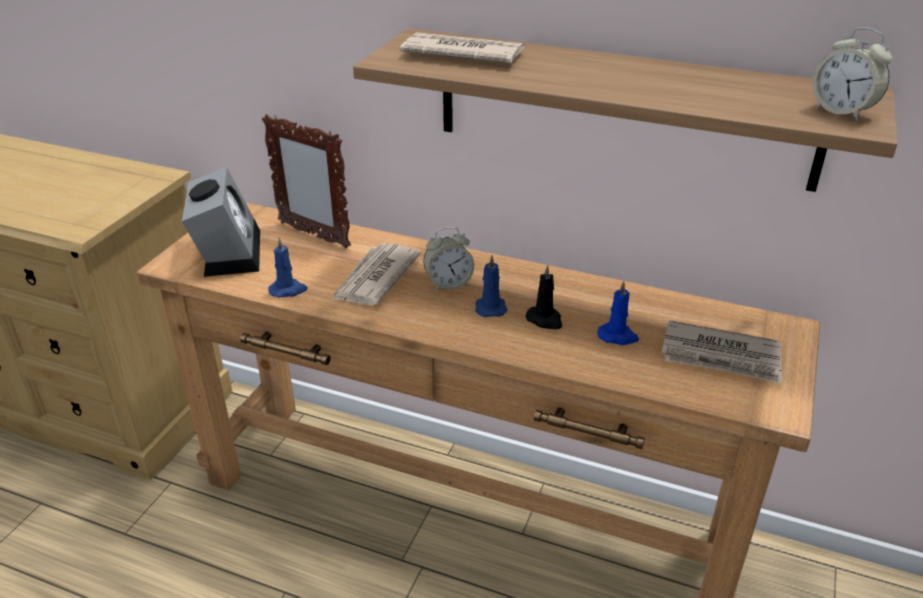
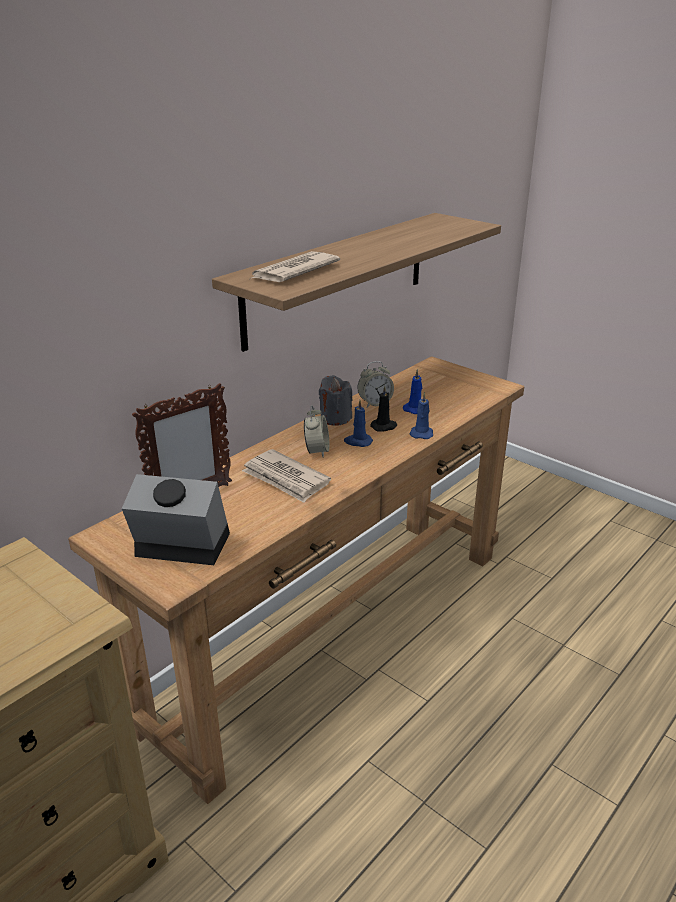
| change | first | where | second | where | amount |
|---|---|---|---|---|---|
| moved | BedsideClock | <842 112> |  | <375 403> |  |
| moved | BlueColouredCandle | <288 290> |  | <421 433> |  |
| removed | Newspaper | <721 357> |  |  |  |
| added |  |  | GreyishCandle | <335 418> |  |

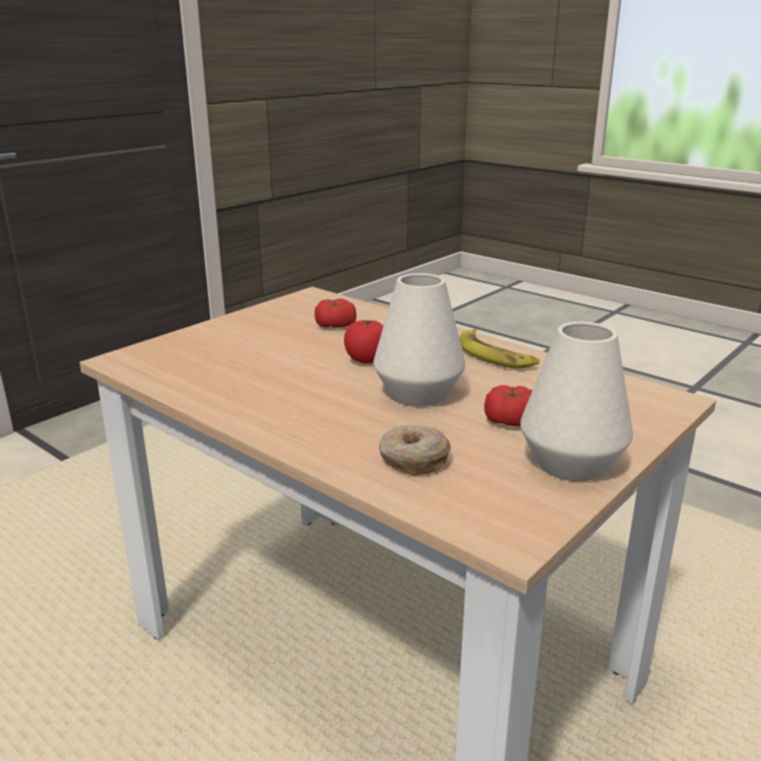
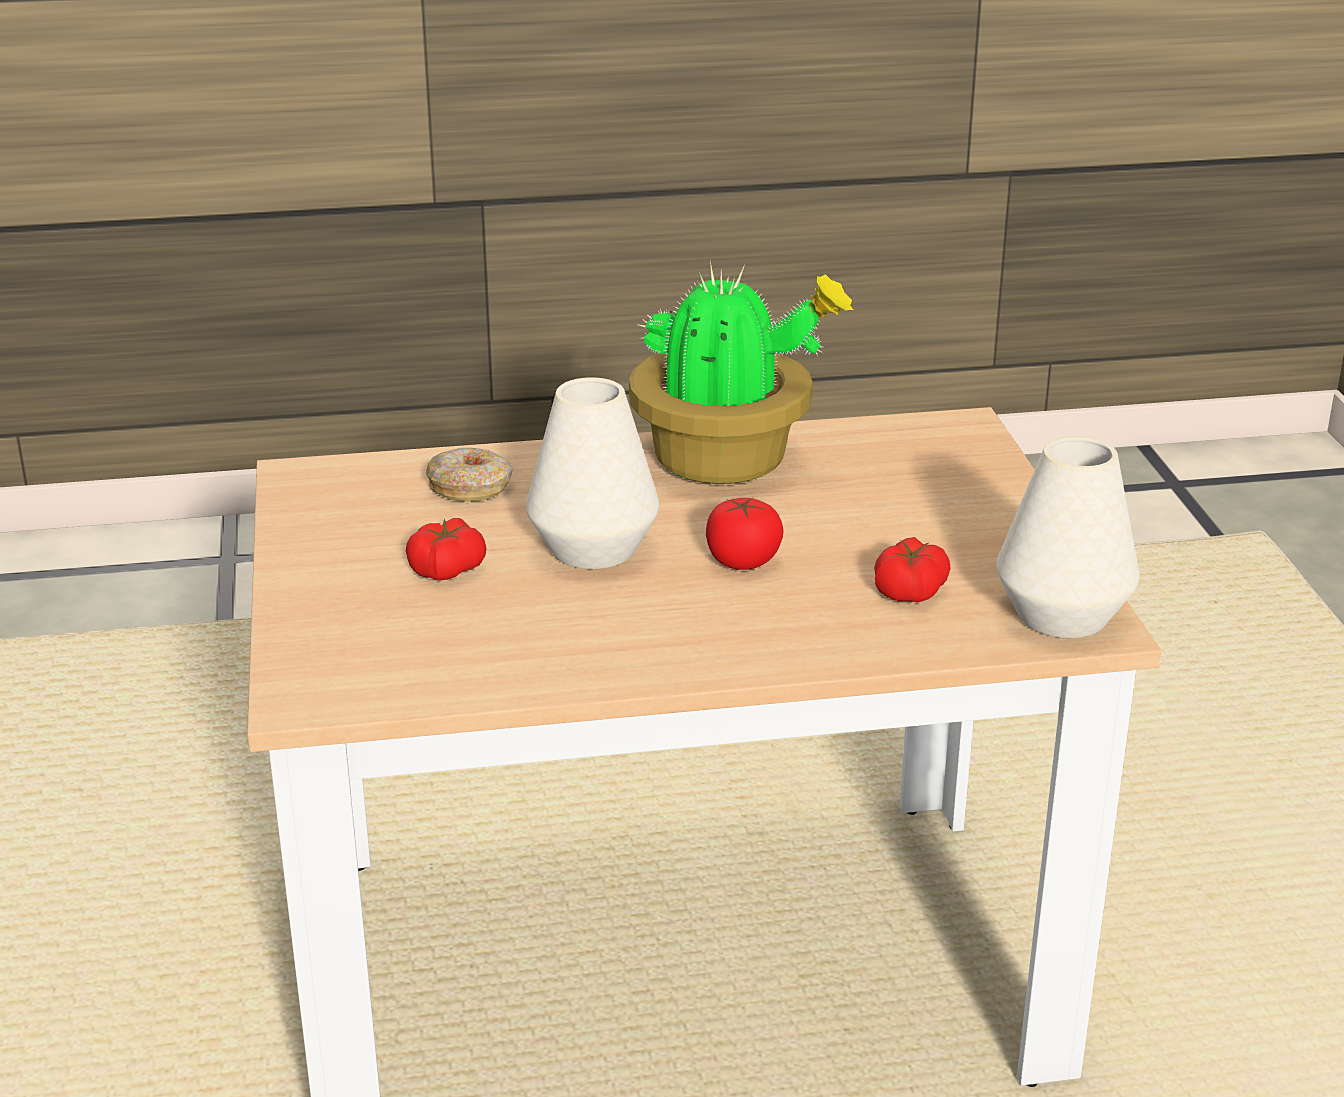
| change | first | where | second | where | amount |
|---|---|---|---|---|---|
| moved | WhitishVase | <571 464> |  | <1061 615> |  |
| removed | WholeBanana | <494 355> |  |  |  |
| added |  |  | PottedPlant | <727 461> |  |

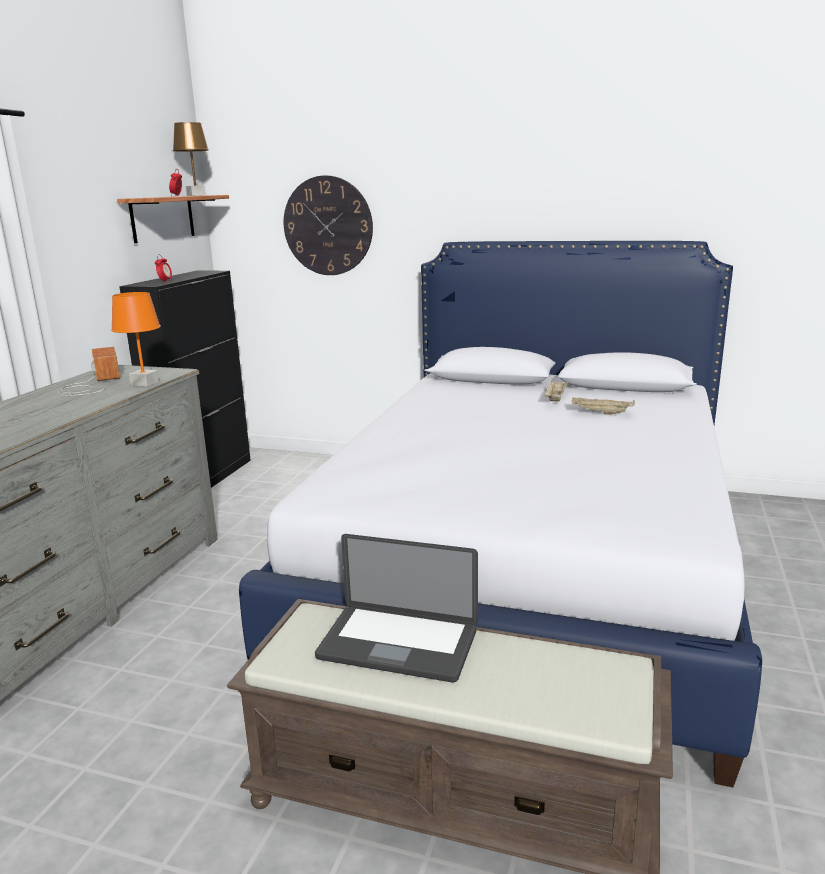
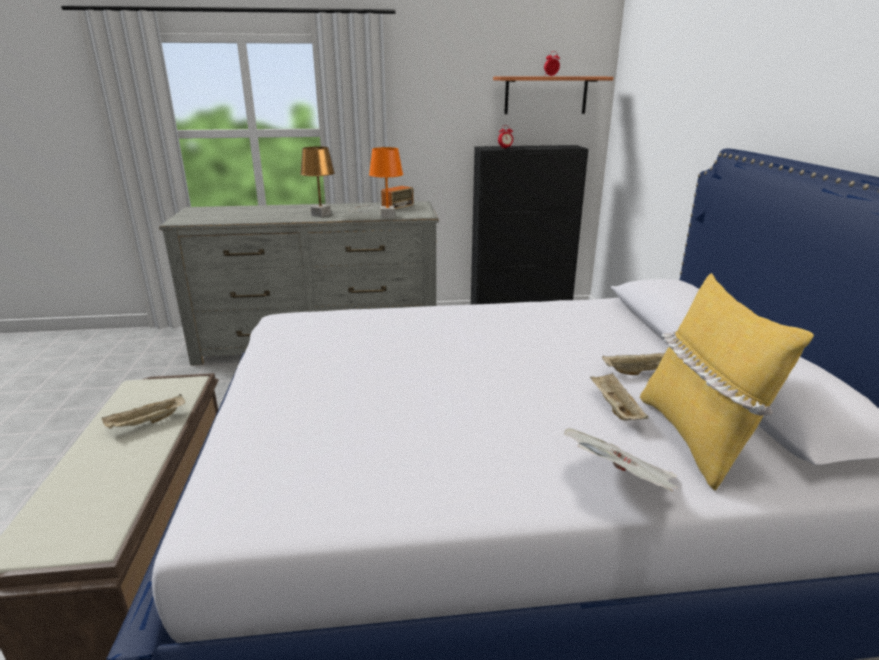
| change | first | where | second | where | amount |
|---|---|---|---|---|---|
| moved | BrownTabletopLamp | <196 195> |  | <321 214> |  |
| removed | ClockOnTheWall | <328 226> |  |  |  |
| replaced | Laptop | <398 645> | BeigeServingTray | <147 423> |  |
| added |  |  | YellowThrowPillow | <696 437> |  |
| added |  |  | Newspaper | <621 484> |  |

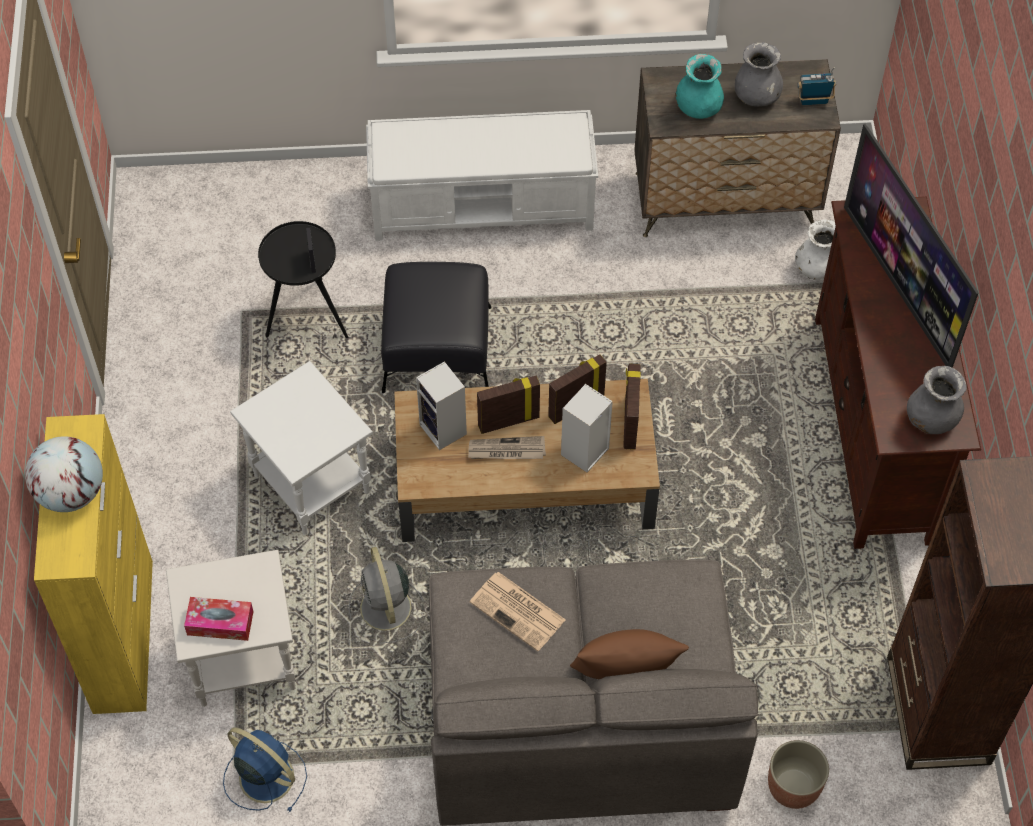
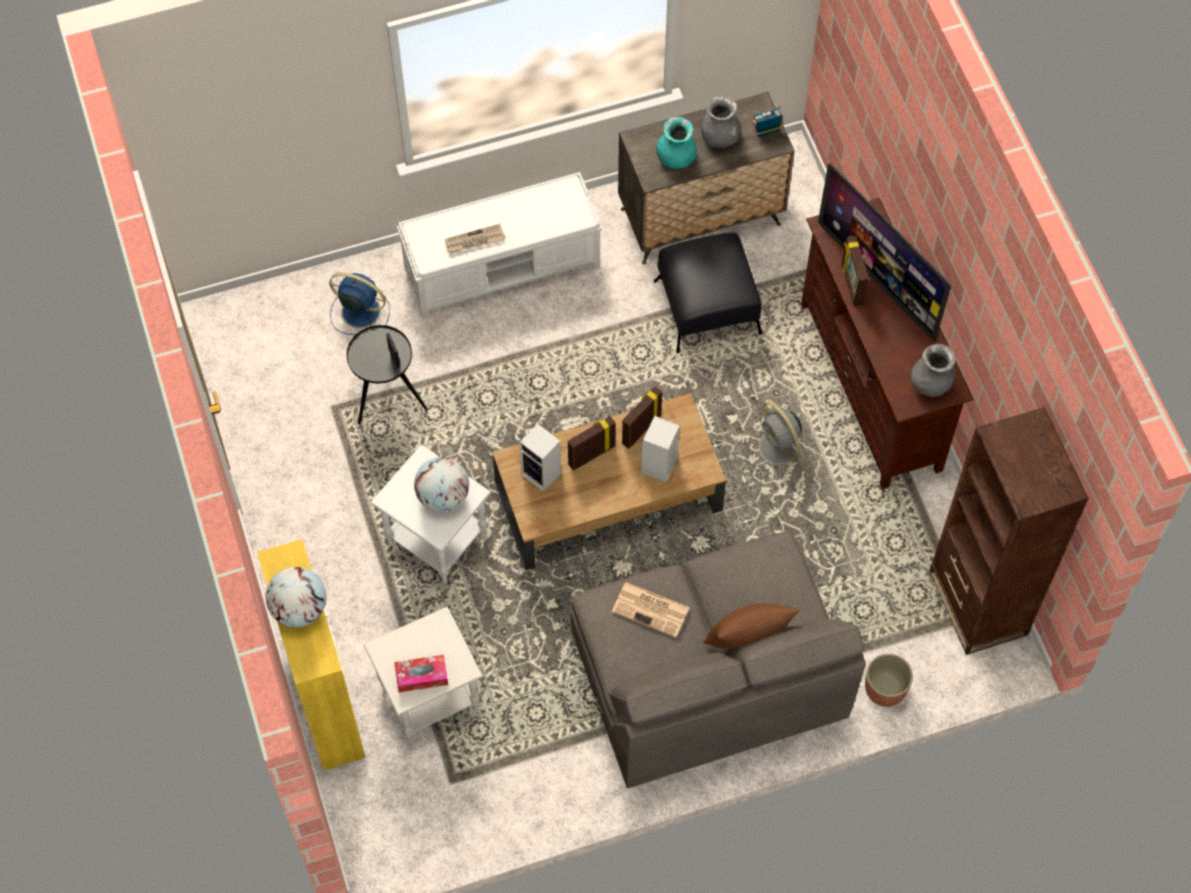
| change | first | where | second | where | amount |
|---|---|---|---|---|---|
| removed | WhitishVase | <817 269> |  |  |  |
| moved | BlackColouredOttoman | <436 350> |  | <707 308> |  |
| moved | StandingFrame | <629 423> |  | <851 285> |  |
| moved | Newspaper | <506 450> |  | <474 241> |  |
| moved | GreyishCoolingFan | <386 610> |  | <779 448> |  |
| moved | BlueColouredCoolingFan | <264 775> |  | <359 311> |  |
| added |  |  | DeskGlobe | <443 496> |  |

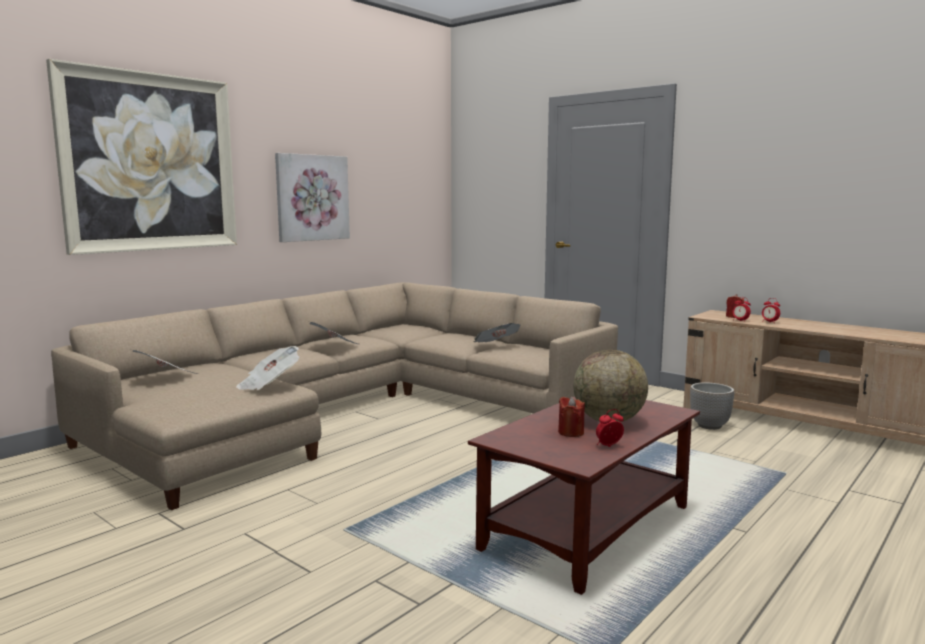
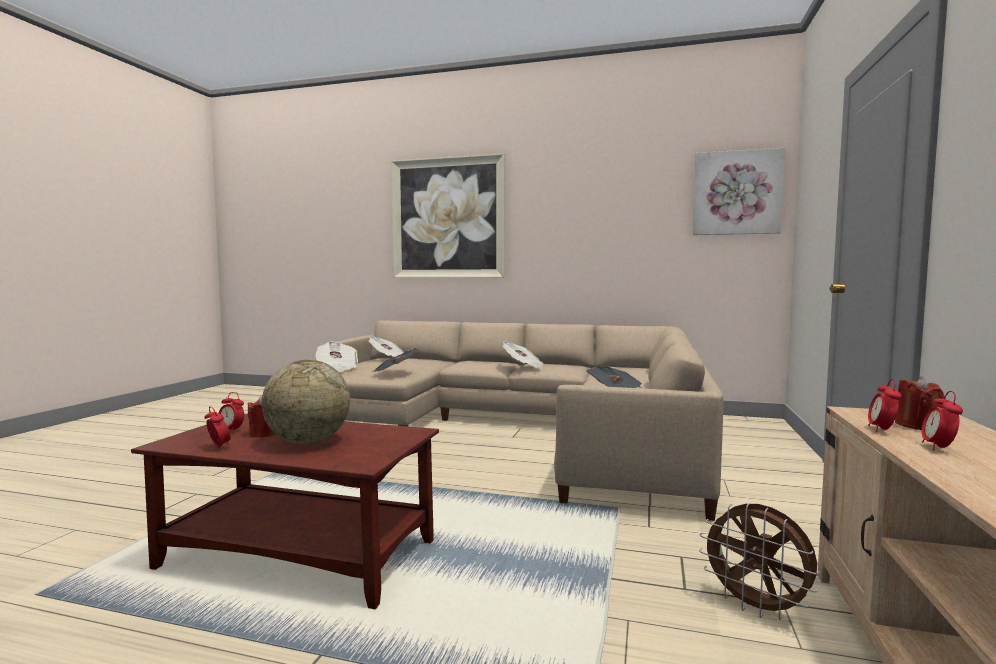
| change | first | where | second | where | amount |
|---|---|---|---|---|---|
| moved | Picture | <312 197> |  | <736 193> |  |
| replaced | Planter | <709 426> | BrownCoolingFan | <757 608> |  |
| added |  |  | Newspaper | <337 368> |  |
| added |  |  | BedsideClock | <231 430> |  |

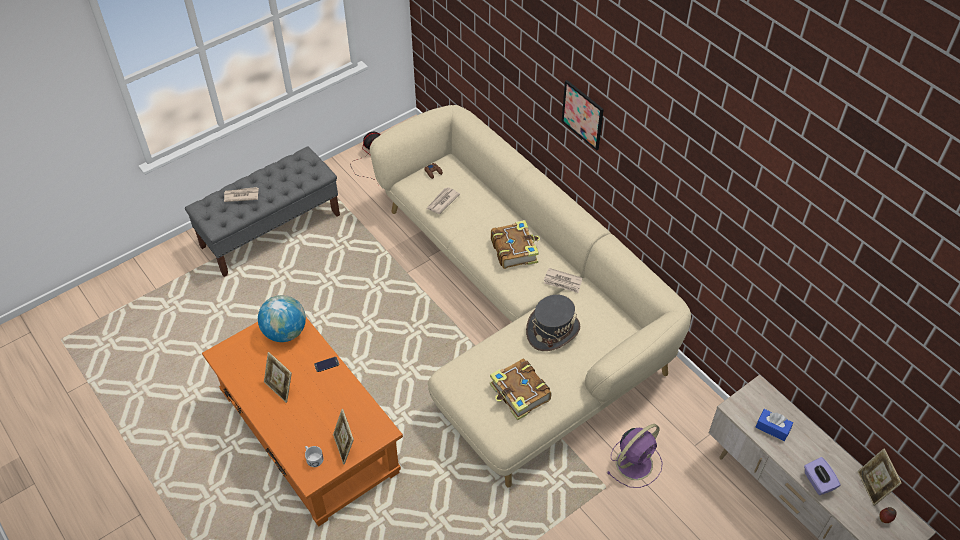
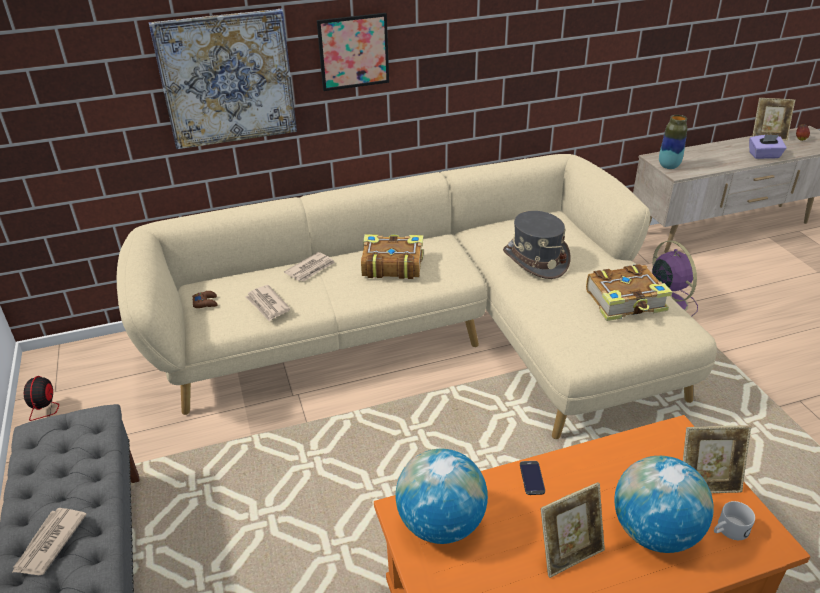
| change | first | where | second | where | amount |
|---|---|---|---|---|---|
| moved | Newspaper | <562 282> |  | <311 269> |  |
| removed | BlueColouredTissueBox | <772 428> |  |  |  |
| added |  |  | Picture | <227 79> |  |
| added |  |  | Vase | <668 166> |  |
| added |  |  | DeskGlobe | <654 532> |  |

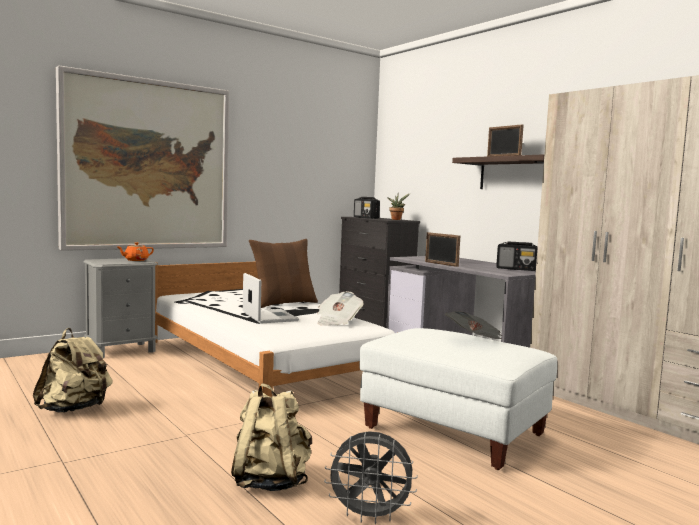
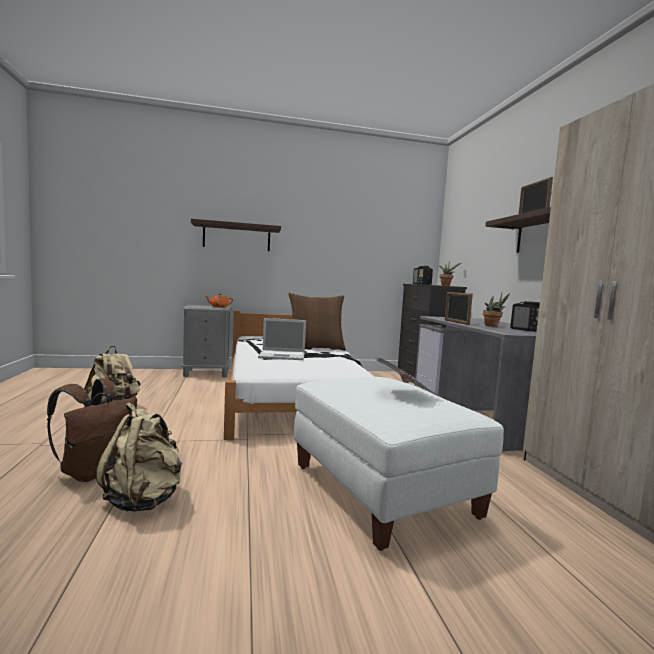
| change | first | where | second | where | amount |
|---|---|---|---|---|---|
| replaced | Picture | <147 165> | Shelf | <237 237> |  |
| turned | Laptop | <269 316> |  | <283 356> | 90 degrees clockwise |
| removed | Newspaper | <337 322> |  |  |  |
| removed | GreyishCoolingFan | <370 516> |  |  |  |
| added |  |  | PottedPlant | <493 326> |  |
| added |  |  | BrownBackpack | <93 471> |  |

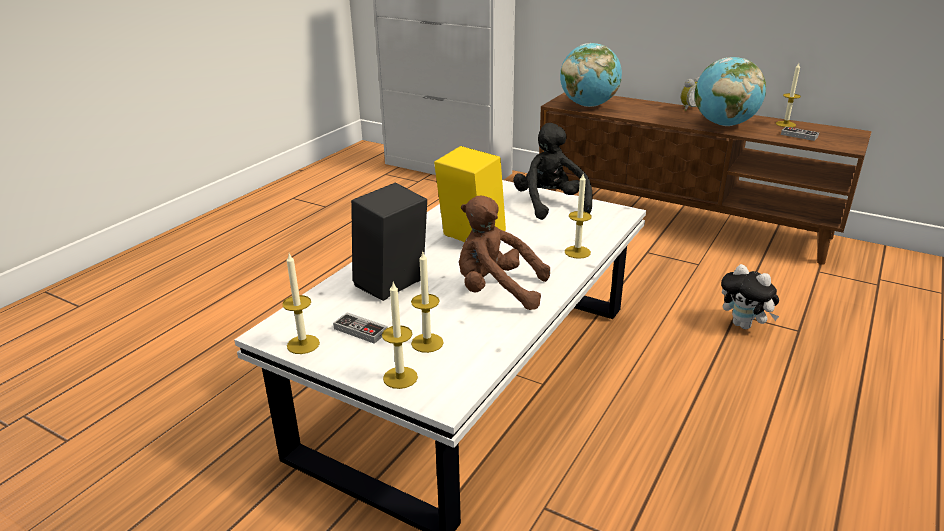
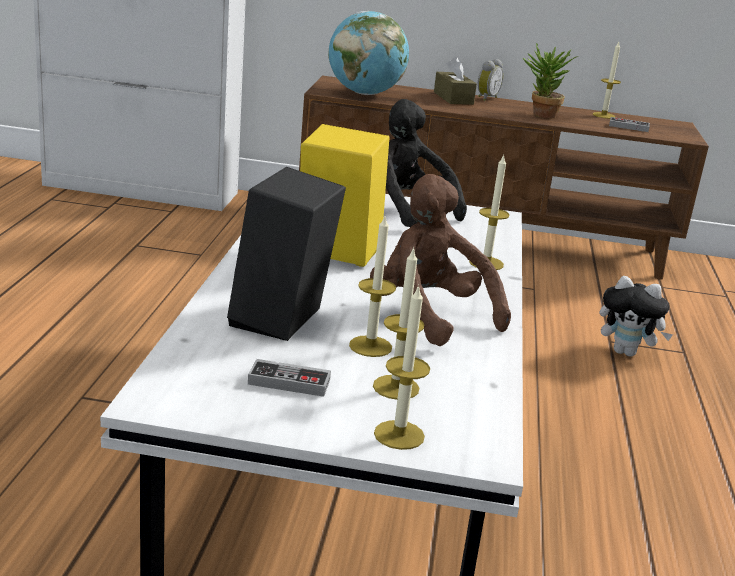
| change | first | where | second | where | amount |
|---|---|---|---|---|---|
| replaced | DeskGlobe | <724 124> | PottedPlant | <540 115> |  |
| turned | BrownPlushToy | <496 291> |  | <429 315> | 60 degrees clockwise |
| moved | Candle | <303 344> |  | <370 346> |  |
| added |  |  | BrownTissueBox | <453 98> |  |

